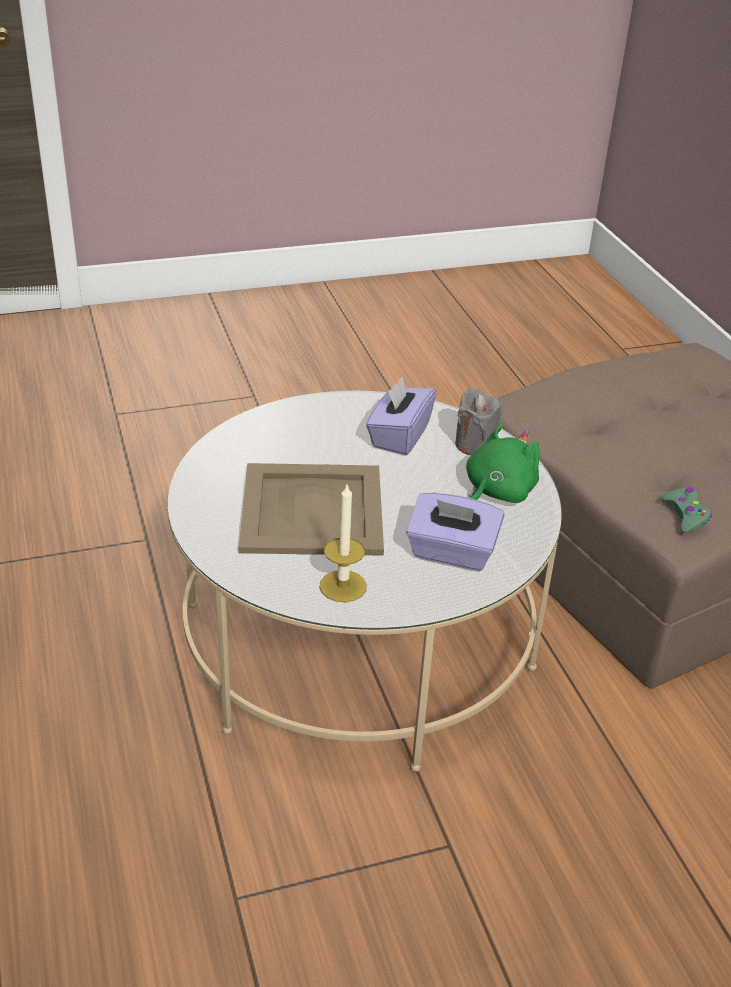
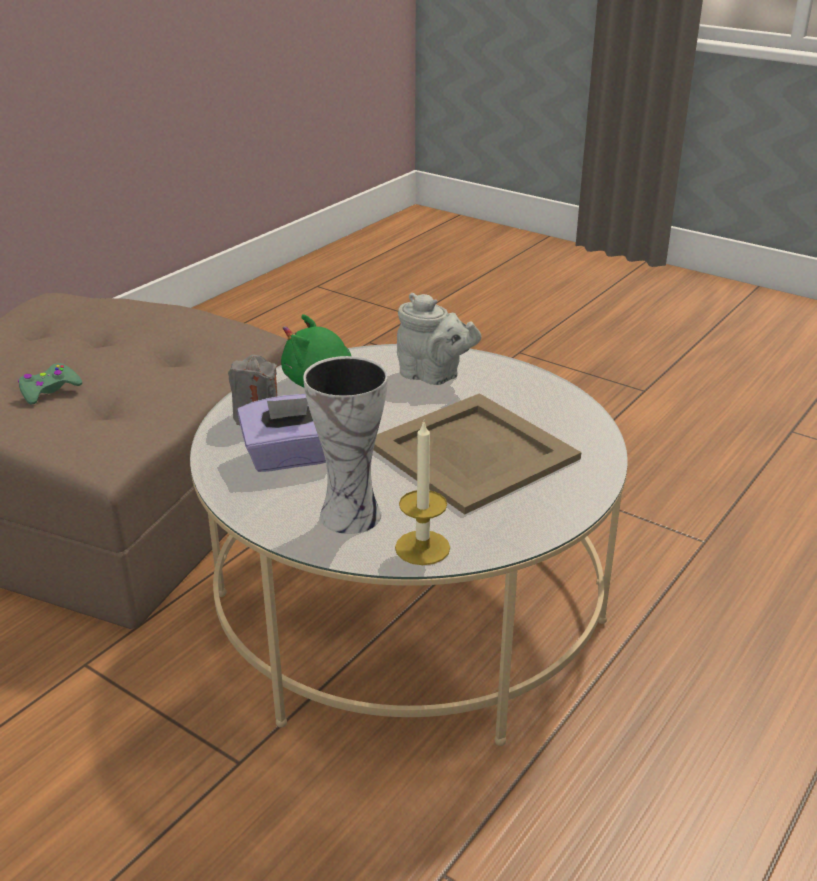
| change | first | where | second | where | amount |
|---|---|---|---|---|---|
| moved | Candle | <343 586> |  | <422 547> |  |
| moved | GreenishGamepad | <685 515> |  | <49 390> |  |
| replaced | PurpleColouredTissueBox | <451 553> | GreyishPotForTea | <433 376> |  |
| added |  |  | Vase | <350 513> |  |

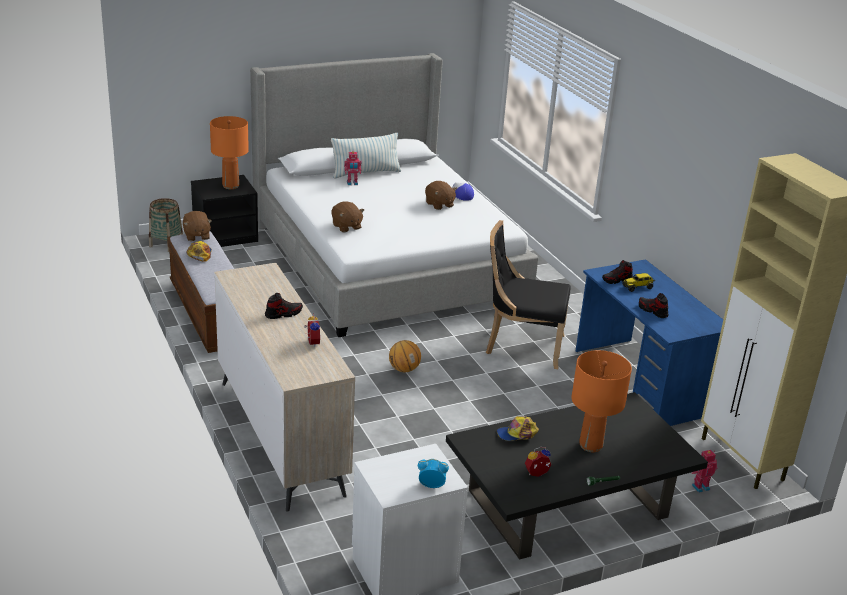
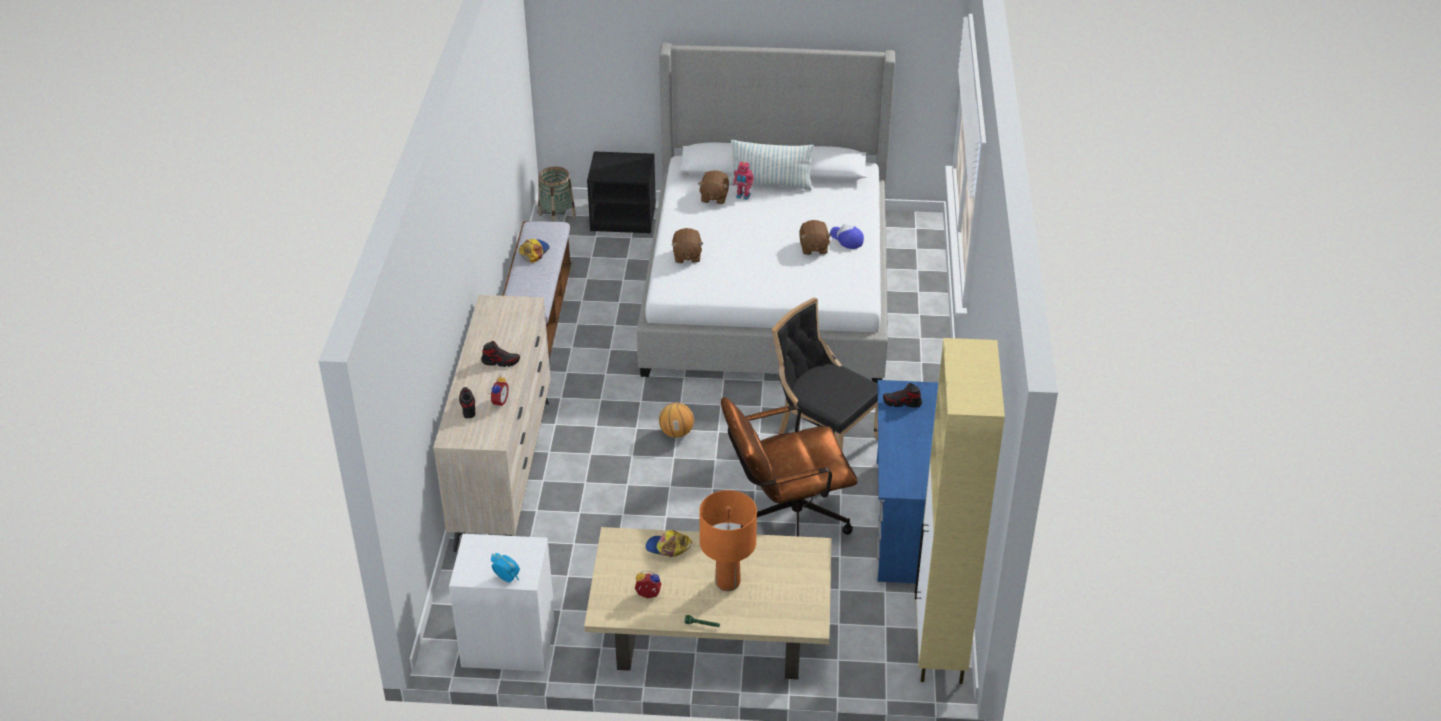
| change | first | where | second | where | amount |
|---|---|---|---|---|---|
| removed | OrangeColouredTabletopLamp | <230 186> |  |  |  |
| moved | BrownPlushToy | <196 236> |  | <714 197> |  |
| removed | ModelTruck | <637 287> |  |  |  |
| moved | Shoe | <652 311> |  | <467 406> |  |
| recoloured | BlackColouredCoffeeTable | <567 505> | BeigeCoffeeTable | <709 632> |  |
| removed | ToyRobot | <700 486> |  |  |  |
| added |  |  | BrownComputerChair | <785 520> |  |

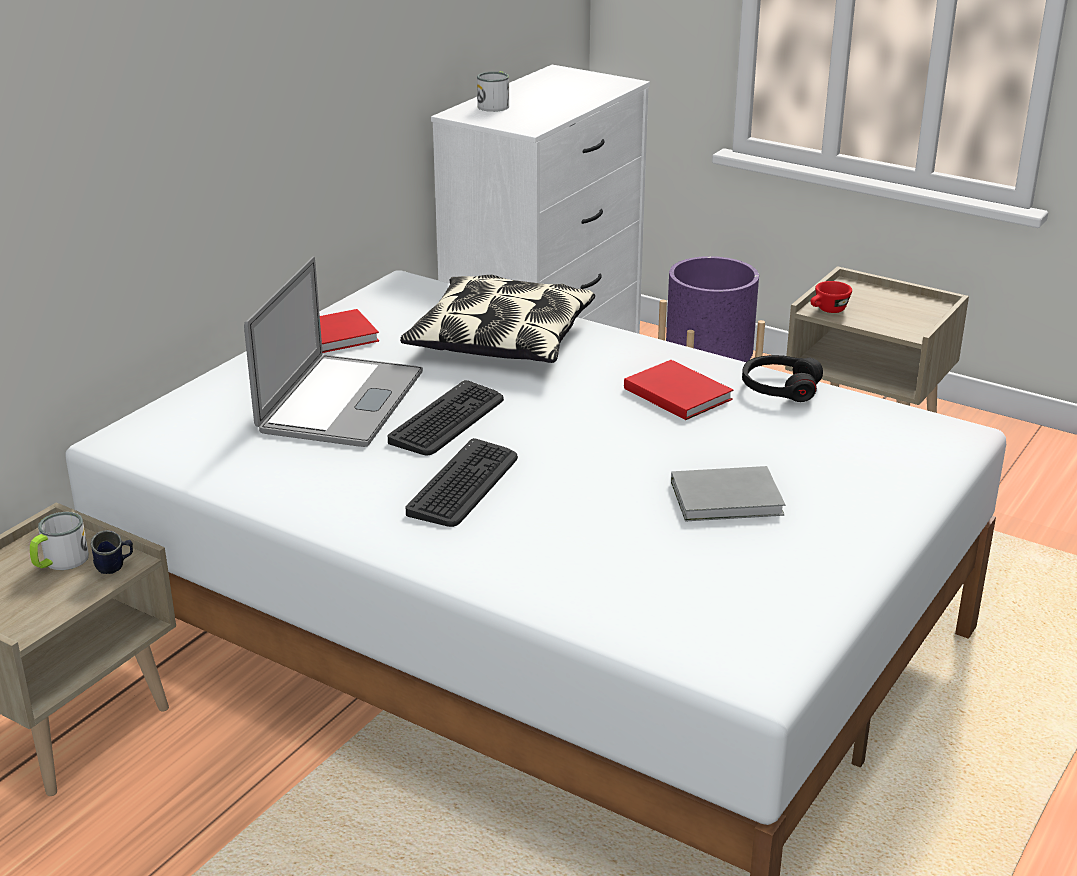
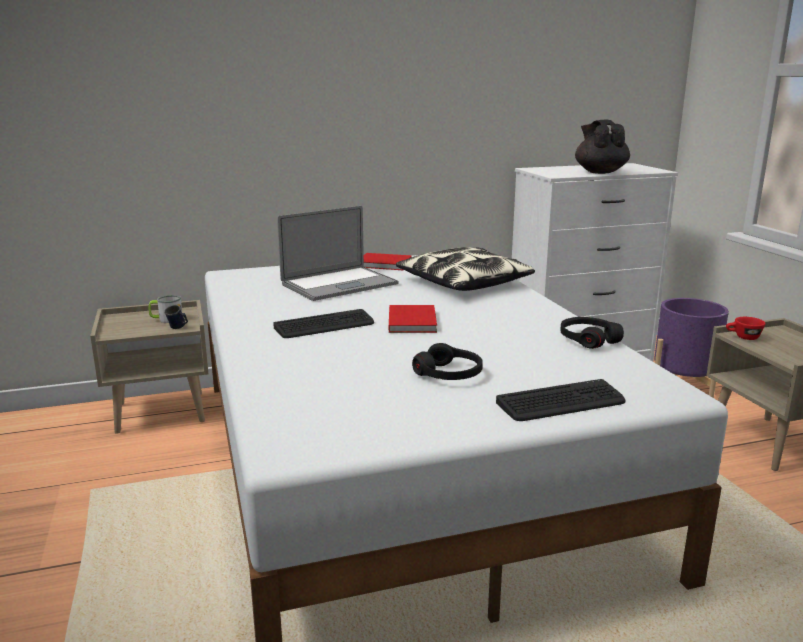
| change | first | where | second | where | amount |
|---|---|---|---|---|---|
| removed | TeaMug | <495 105> |  |  |  |
| moved | RedBook | <677 392> |  | <413 321> |  |
| moved | ComputerKeyboard | <448 420> |  | <561 402> |  |
| replaced | GreyishBook | <729 499> | BlackColouredHeadphones | <449 374> |  |
| added |  |  | BlackColouredPotForTea | <600 172> |  |

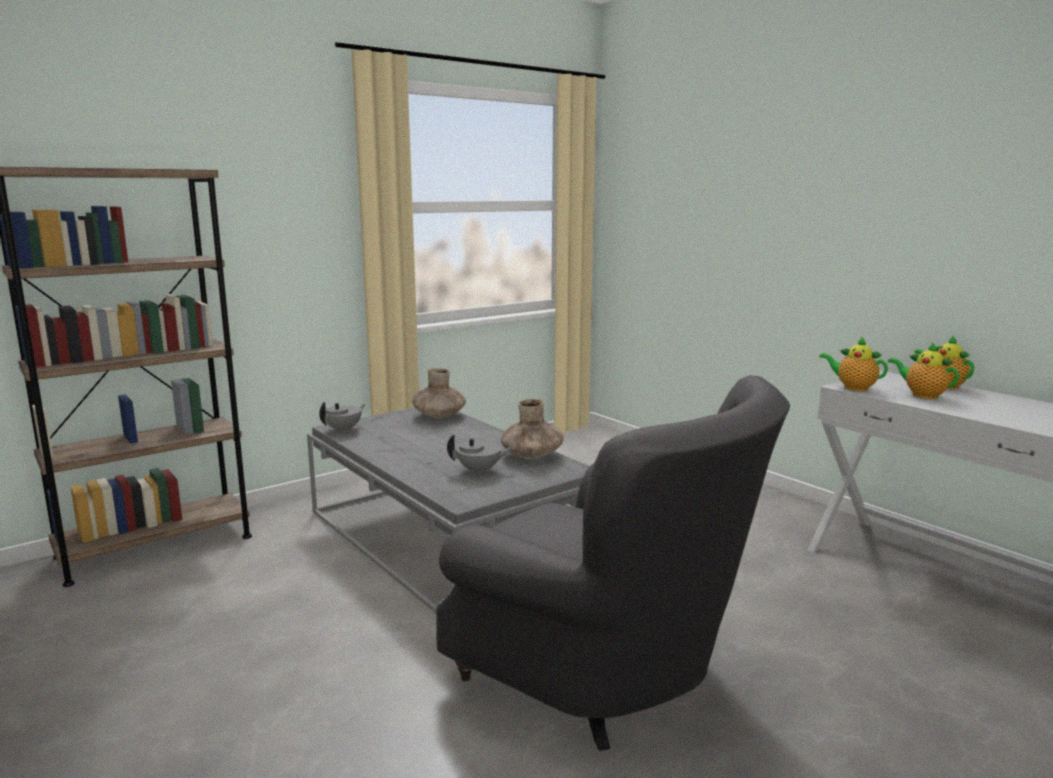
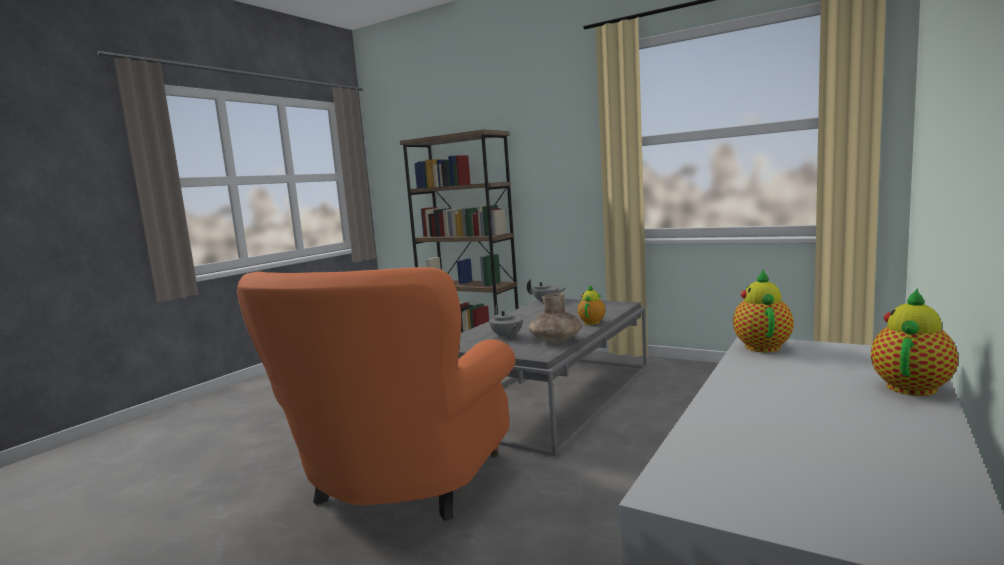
| change | first | where | second | where | amount |
|---|---|---|---|---|---|
| moved | PotForTea | <922 395> |  | <592 322> |  |
| removed | BrownVase | <439 415> |  |  |  |
| recoloured | GreyishLoungeChair | <606 675> | OrangeColouredLoungeChair | <400 488> |  |

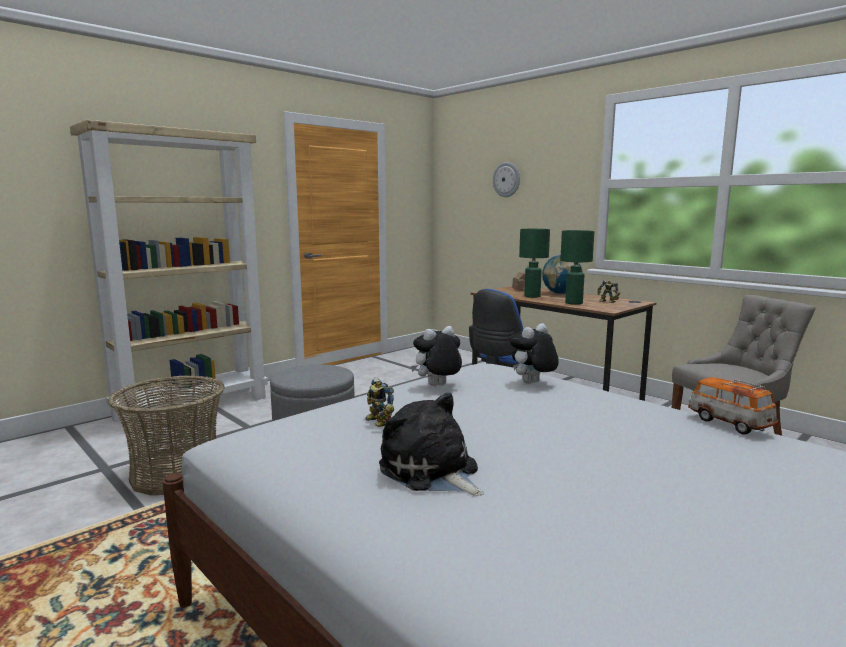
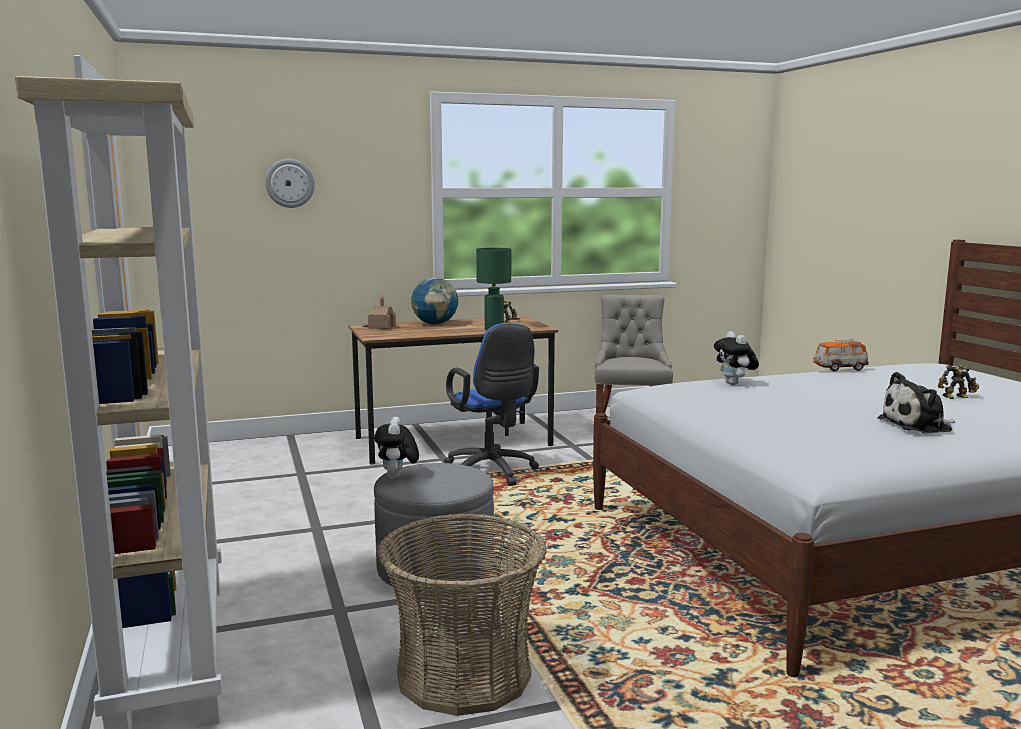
| change | first | where | second | where | amount |
|---|---|---|---|---|---|
| removed | GreenishTabletopLamp | <532 296> |  |  |  |
| moved | PlushToy | <437 386> |  | <397 477> |  |
| moved | ToyRobot | <377 422> |  | <957 397> |  |

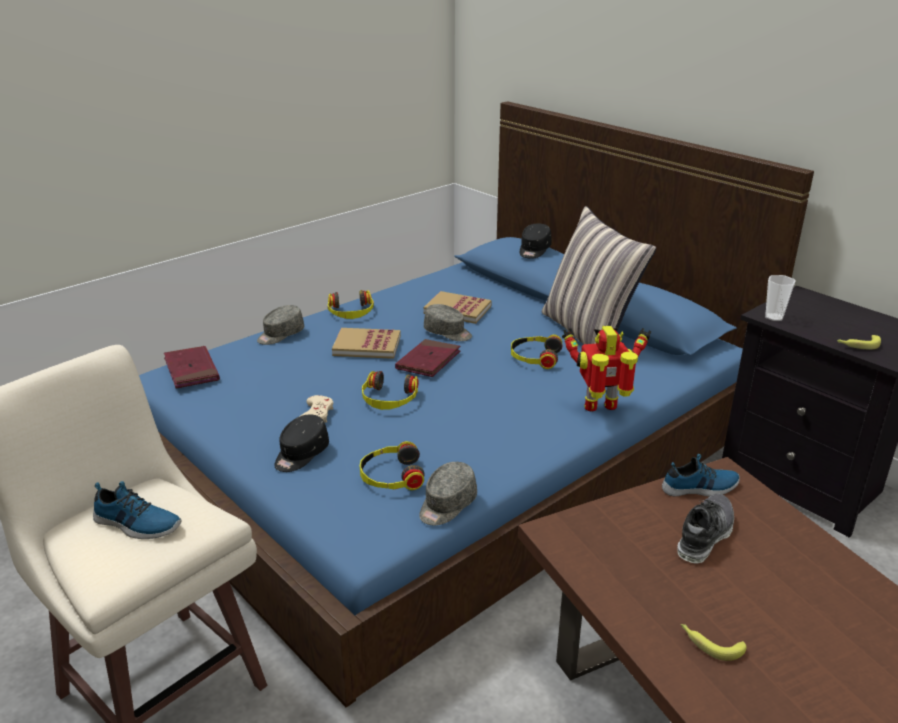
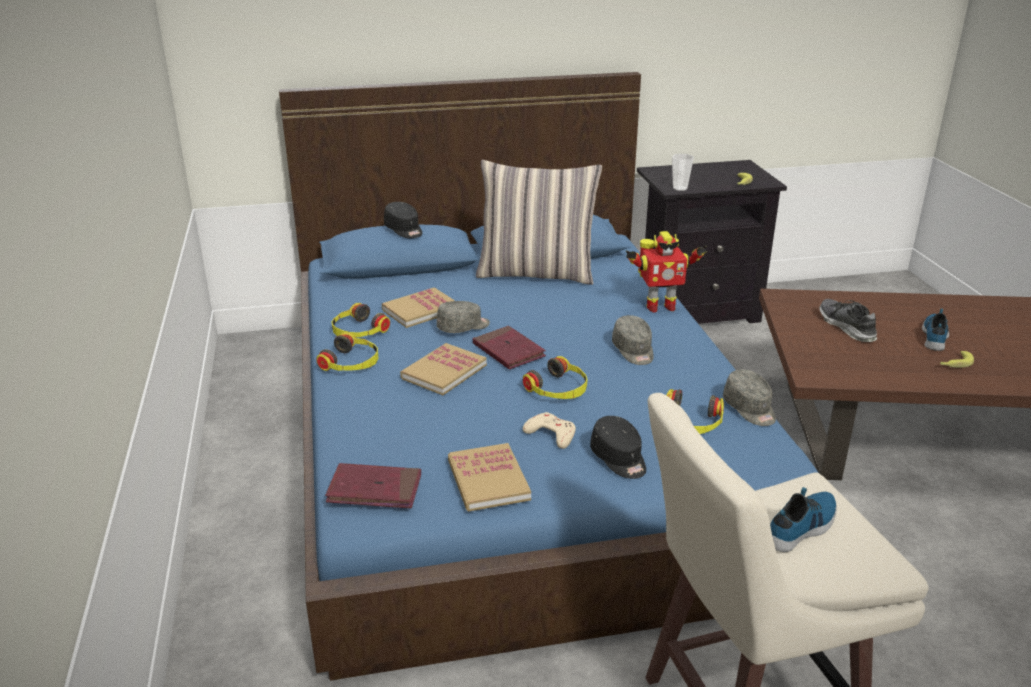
| change | first | where | second | where | amount |
|---|---|---|---|---|---|
| moved | GreyishCap | <280 335> |  | <633 351> |  |
| turned | ToyRobot | <602 408> |  | <659 306> | 120 degrees counterclockwise |
| moved | Headphones | <535 357> |  | <358 331> |  |
| moved | Shoe | <700 488> |  | <935 336> |  |
| added |  |  | Book | <488 480> |  |

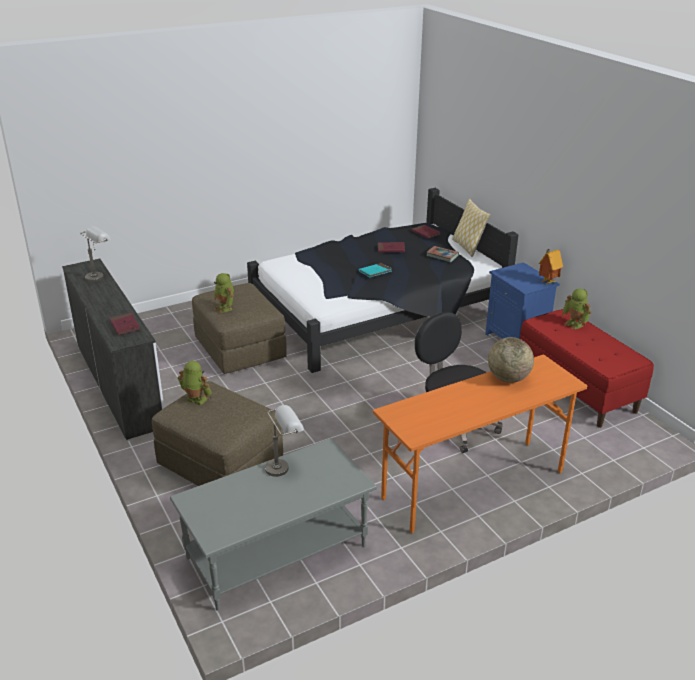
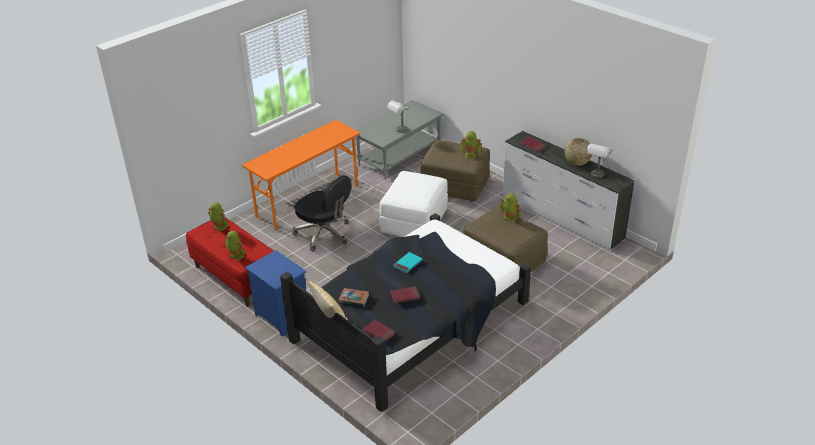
| change | first | where | second | where | amount |
|---|---|---|---|---|---|
| removed | ModelHouse | <547 282> |  |  |  |
| moved | DeskGlobe | <508 378> |  | <577 163> |  |
| added |  |  | WhitishOttoman | <414 221> |  |
| added |  |  | ToyRobot | <219 228> |  |

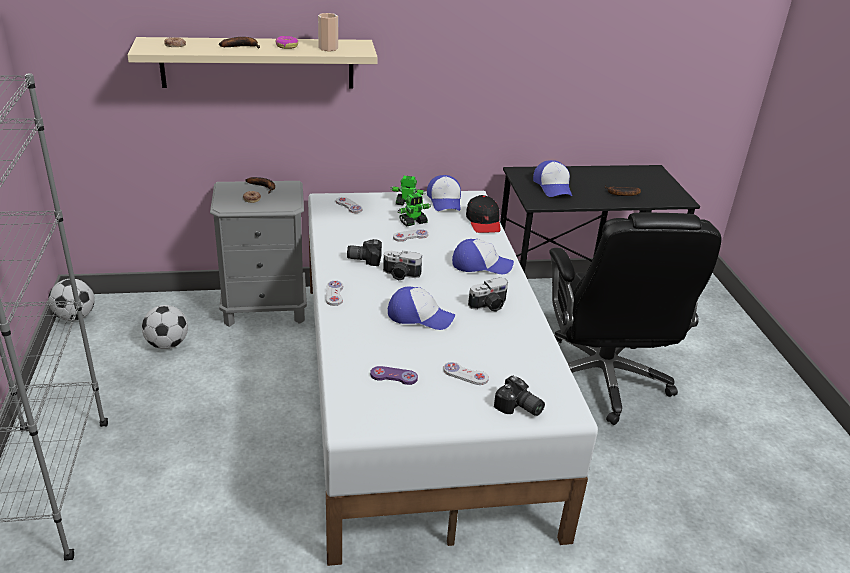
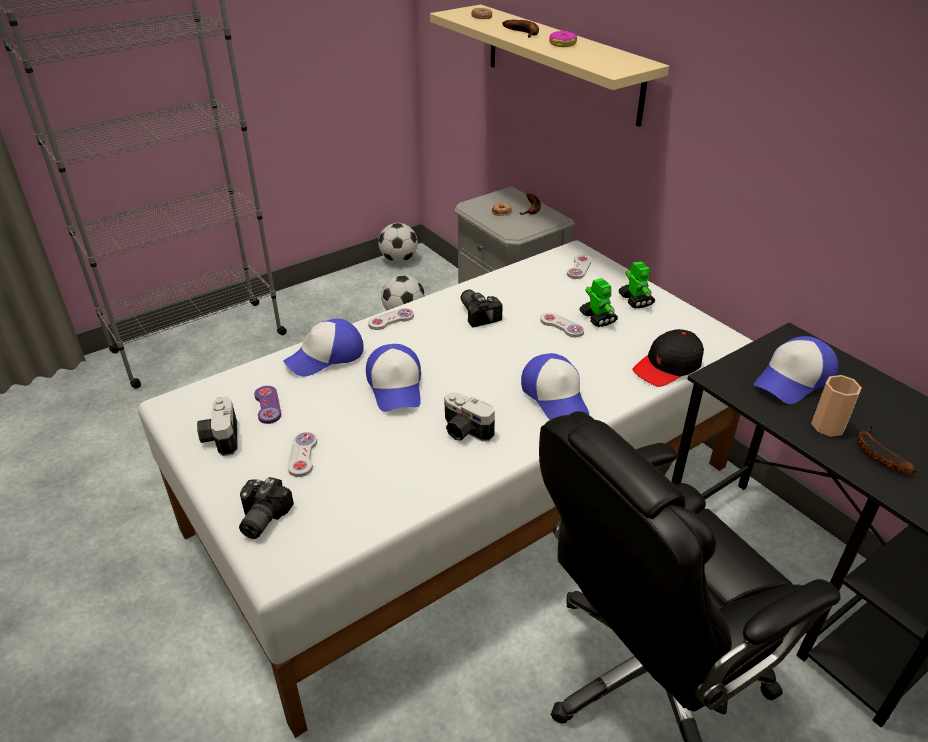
| change | first | where | second | where | amount |
|---|---|---|---|---|---|
| moved | DrinkingCup | <328 48> |  | <828 426> |  |
| moved | Cap | <445 201> |  | <326 356> |  |
| turned | ToyRobot | <413 222> |  | <597 317> | 150 degrees counterclockwise |
| moved | StillCamera | <400 275> |  | <219 438> |  |

